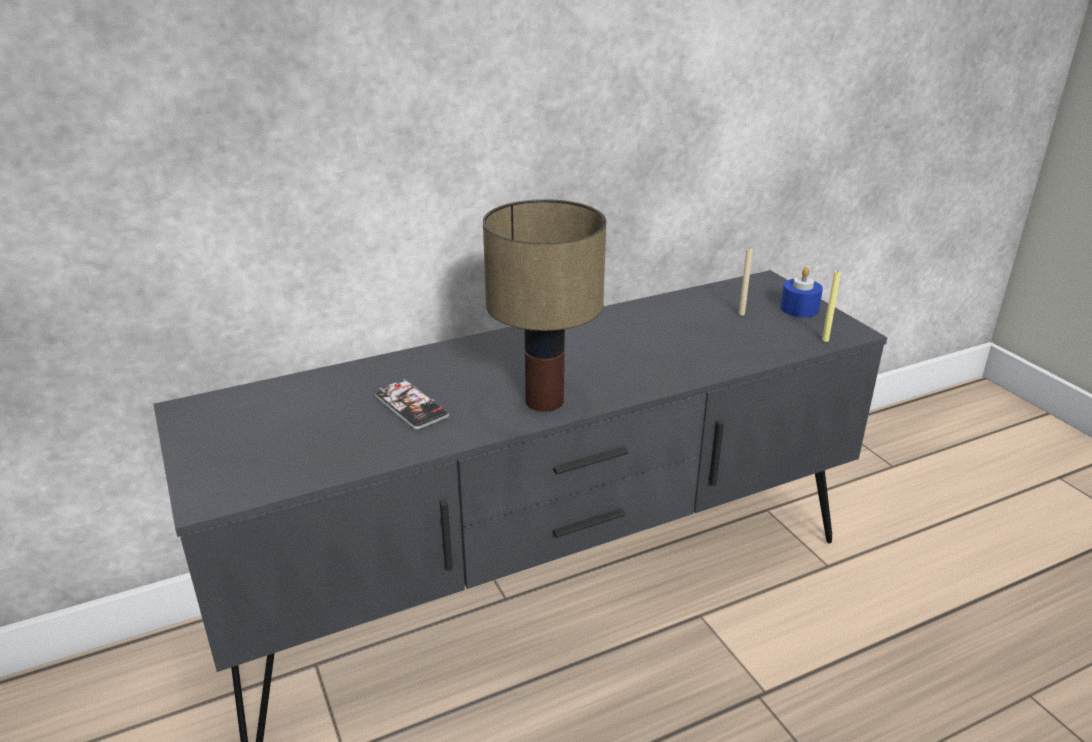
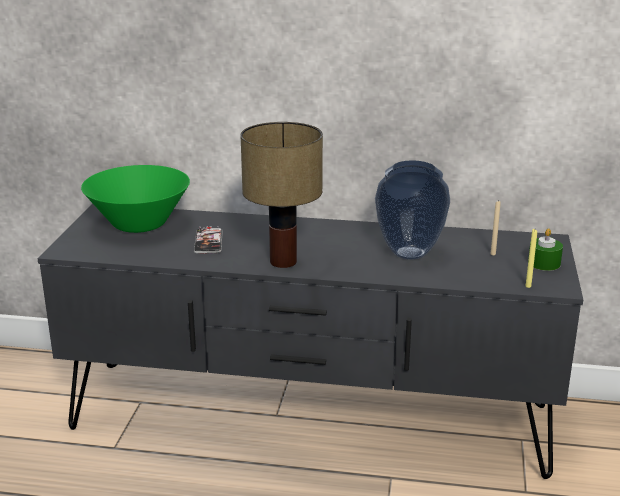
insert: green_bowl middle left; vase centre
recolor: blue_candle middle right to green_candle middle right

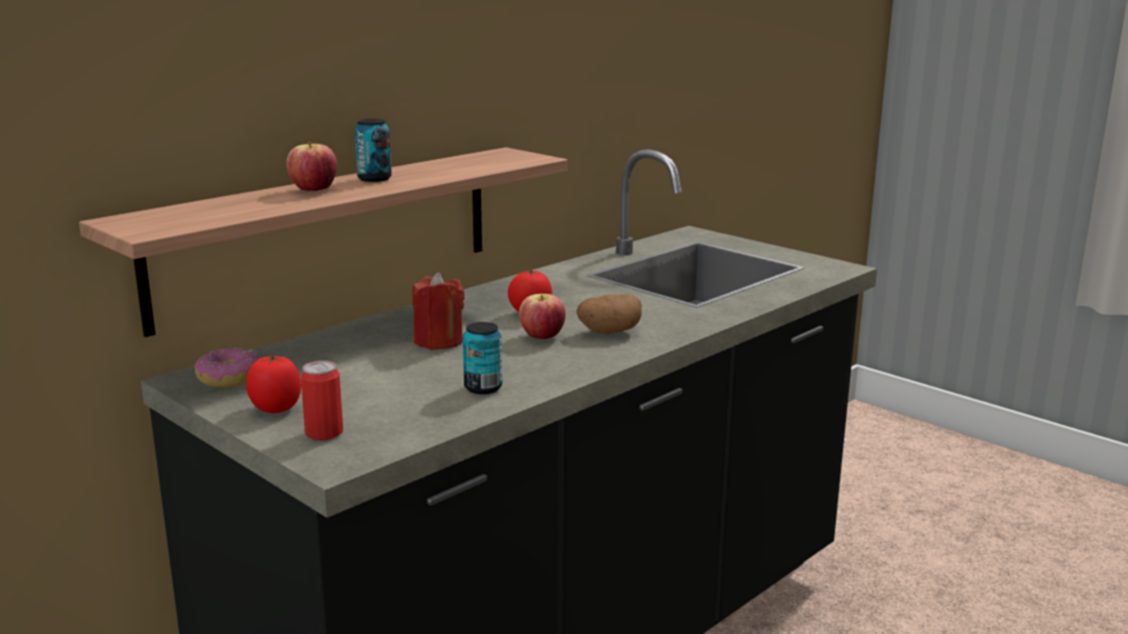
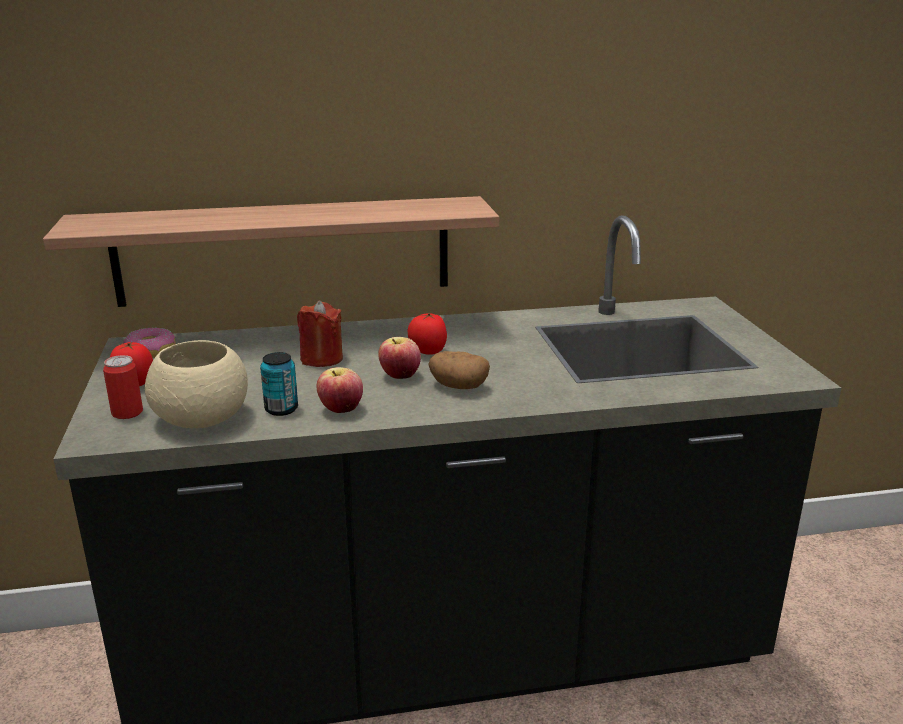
delete: can (2nd from left) top left
insert: beige_bowl middle left
move: apple (1st from left) top left to centre

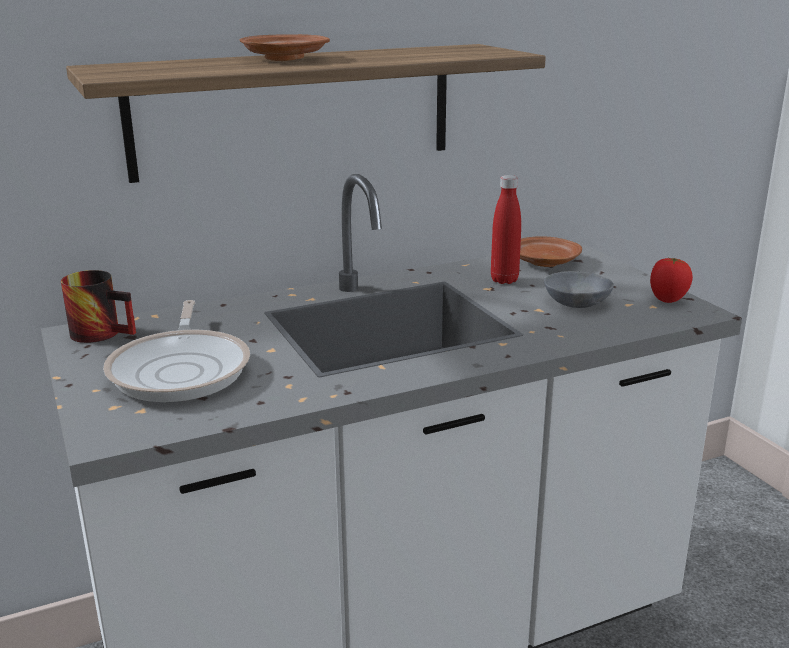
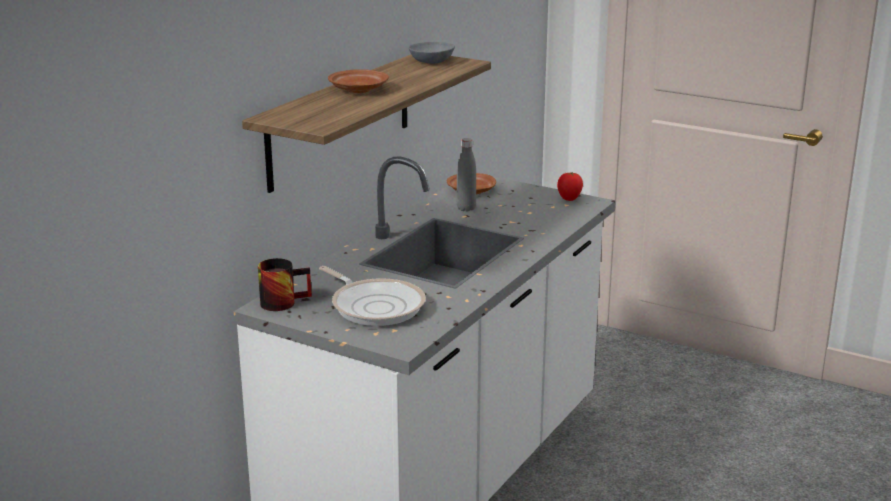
move: grey_bowl middle right to top centre
recolor: red_bottle centre to grey_bottle centre

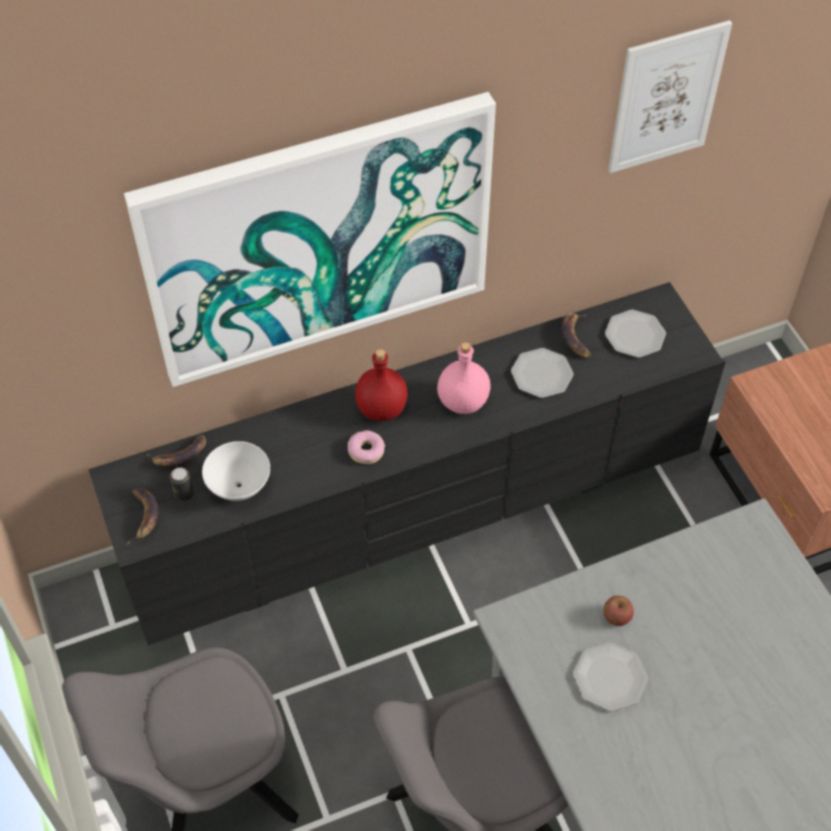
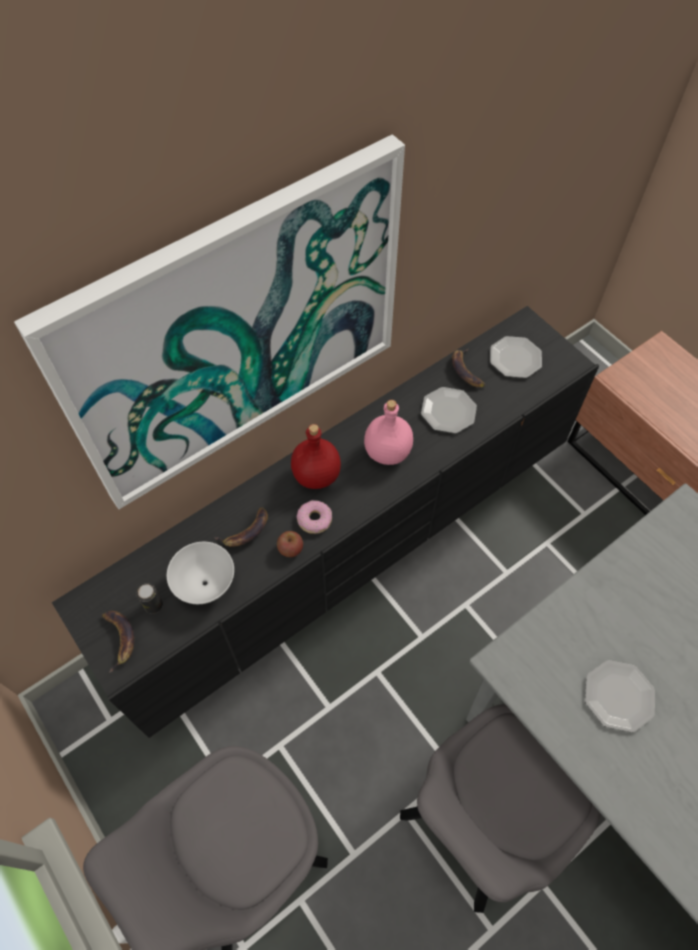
delete: picture (2nd from left) top right
move: banana (2nd from left) middle left to centre; apple bottom right to centre

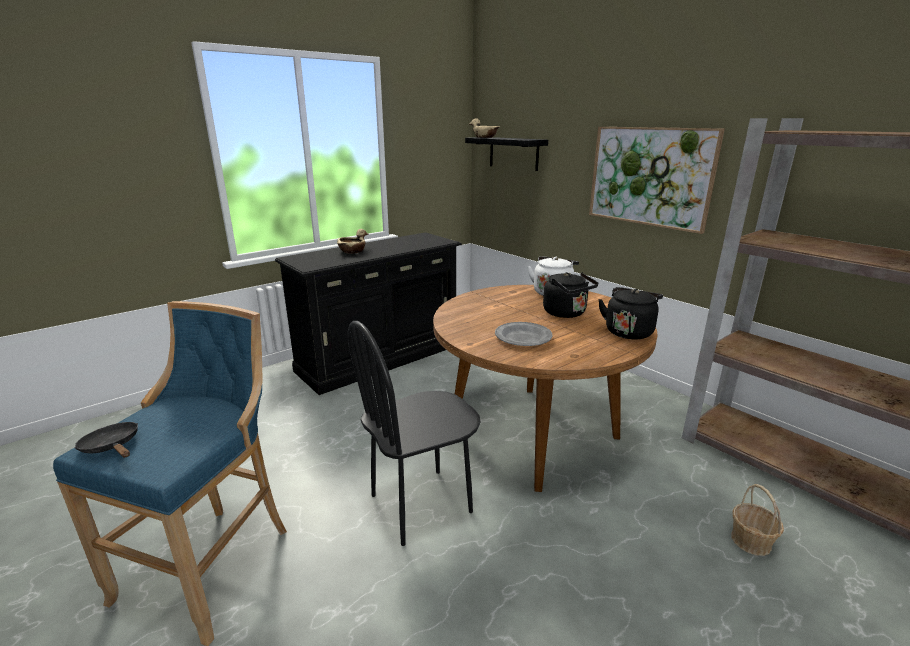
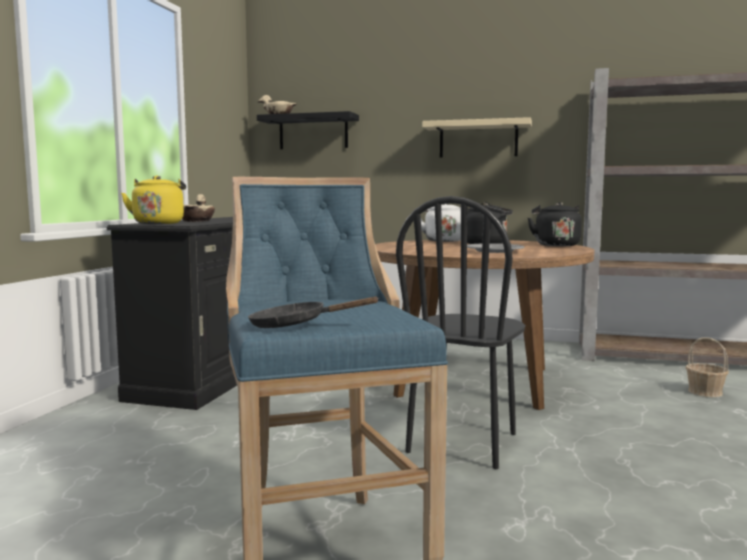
insert: yellow_kettle middle left
replace: picture top right to beige_shelf top centre

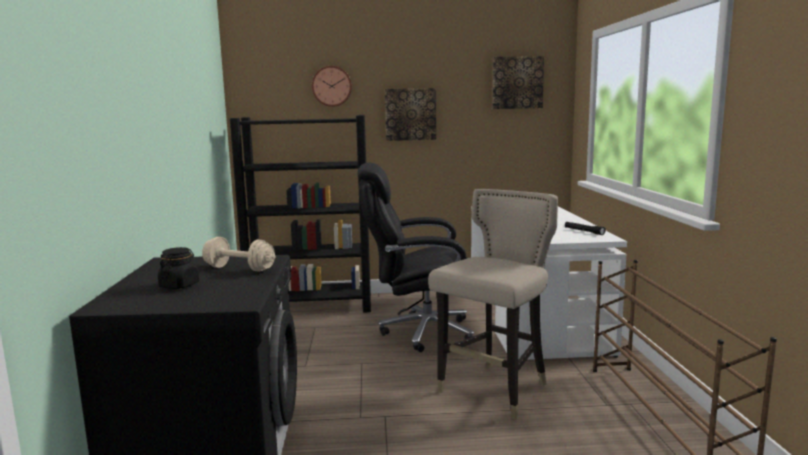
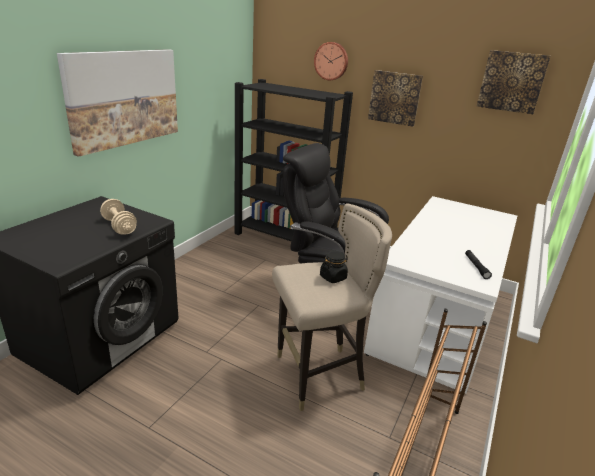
insert: picture (1st from left) top left
move: black_jar middle left to centre

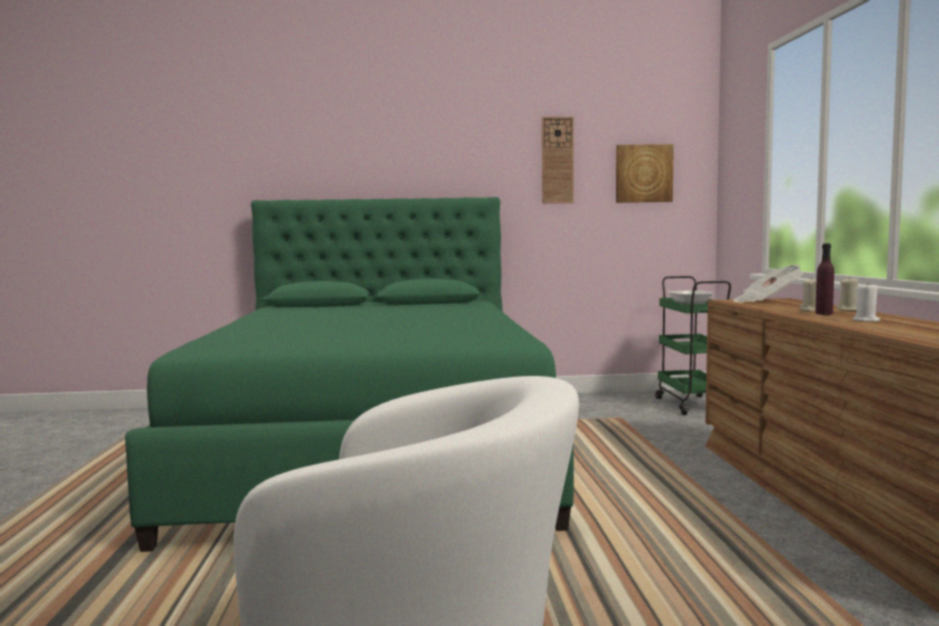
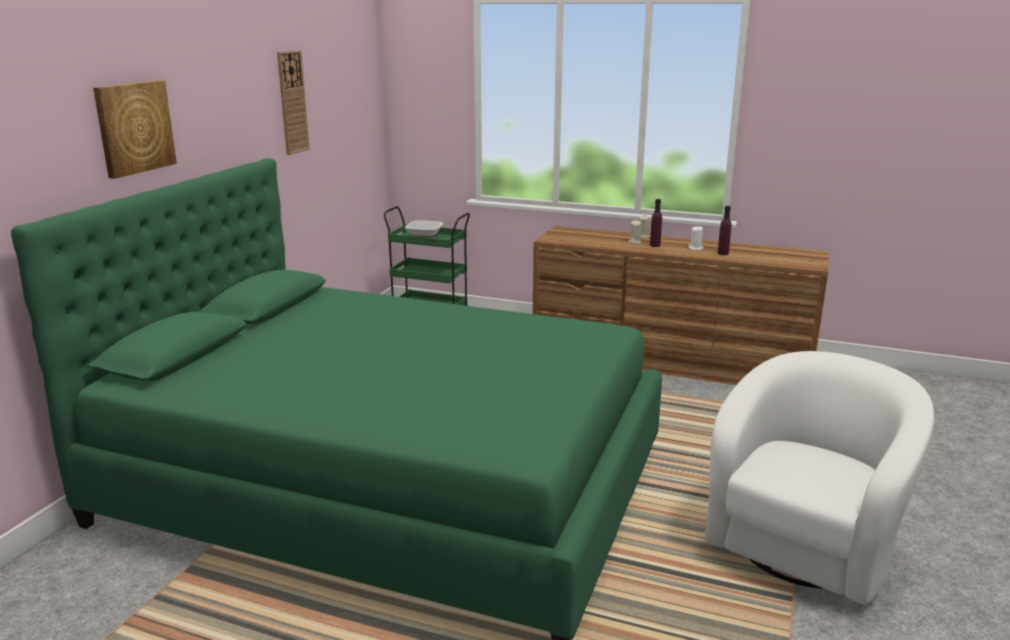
delete: newspaper middle right
insert: purple_bottle (2nd from left) middle right
move: picture top right to top left

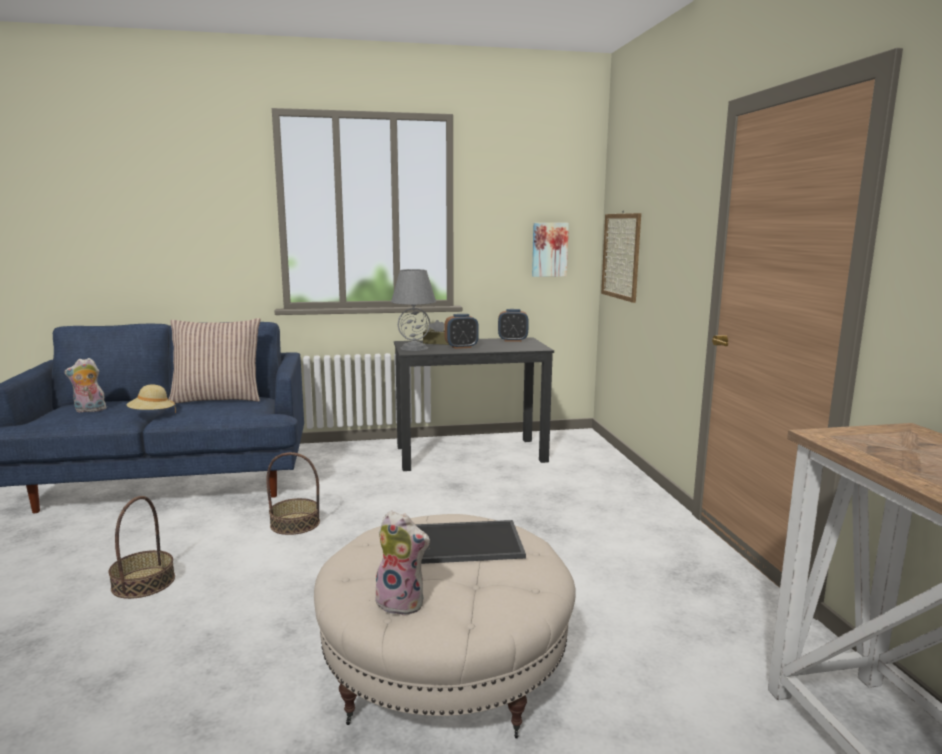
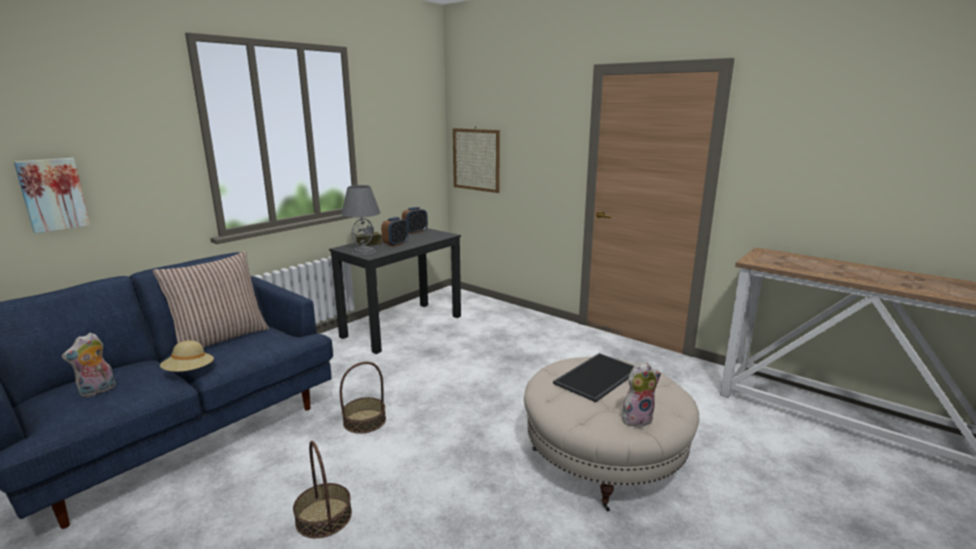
move: picture (1st from left) top centre to middle left

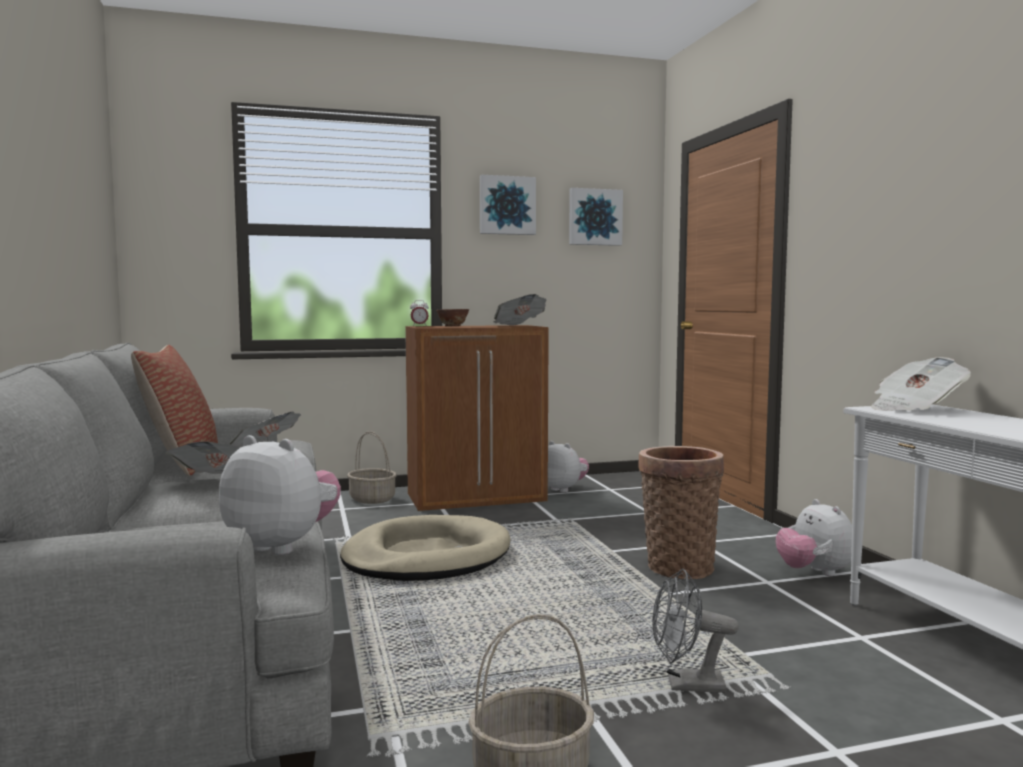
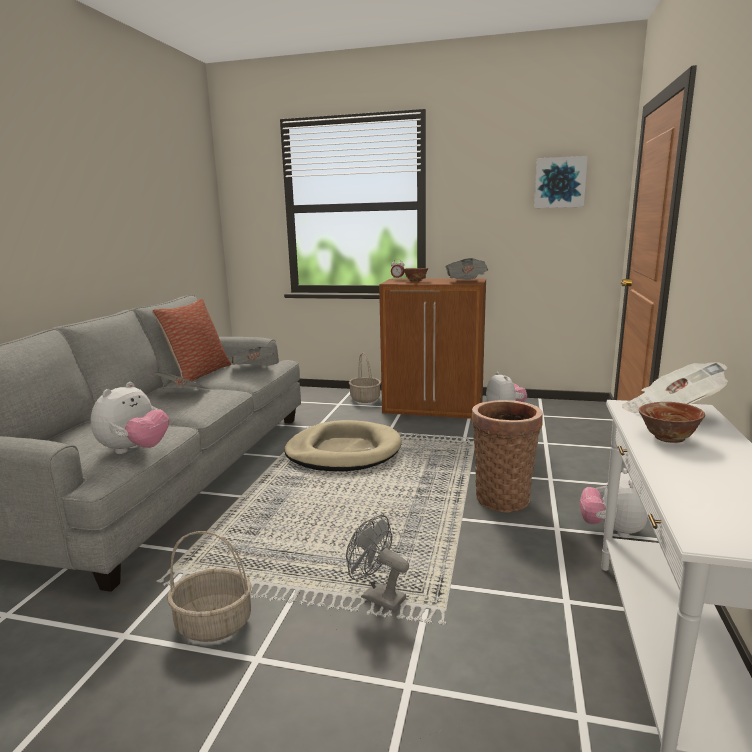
delete: picture (1st from left) top centre
insert: bowl (2nd from left) middle right
rotate: plush_toy (1st from left) middle left = middle left 60 degrees clockwise

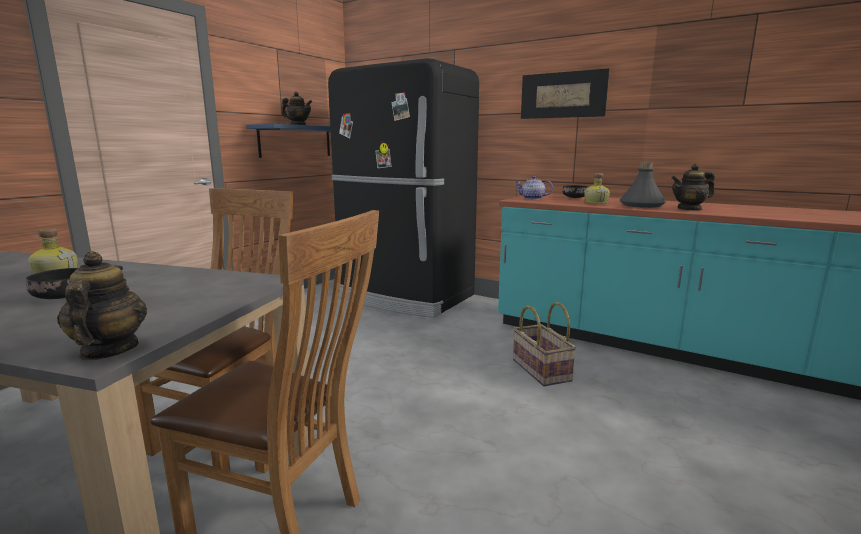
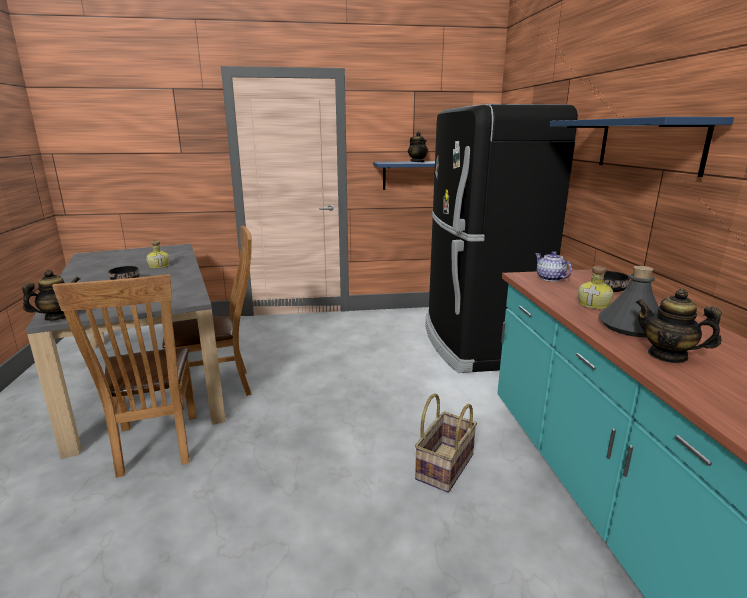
replace: picture top centre to blue_shelf (2nd from left) top right

